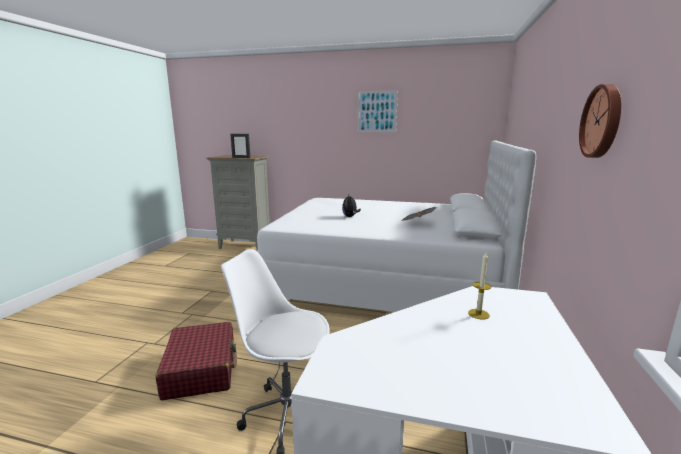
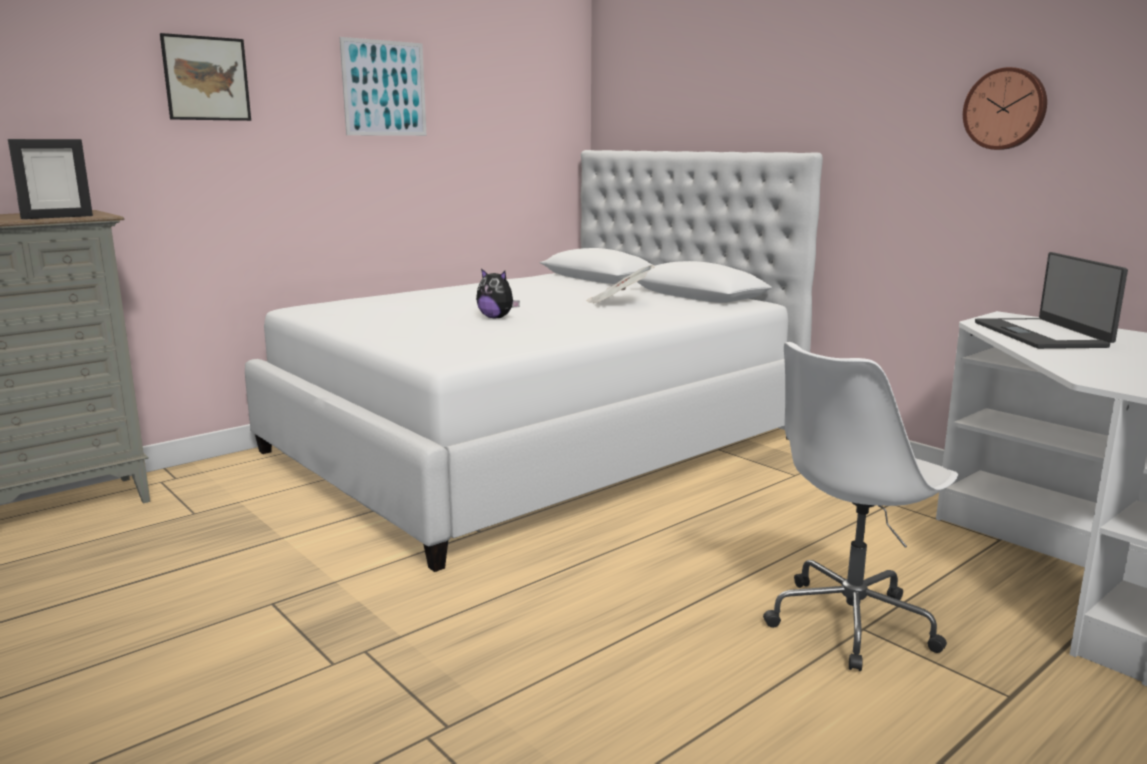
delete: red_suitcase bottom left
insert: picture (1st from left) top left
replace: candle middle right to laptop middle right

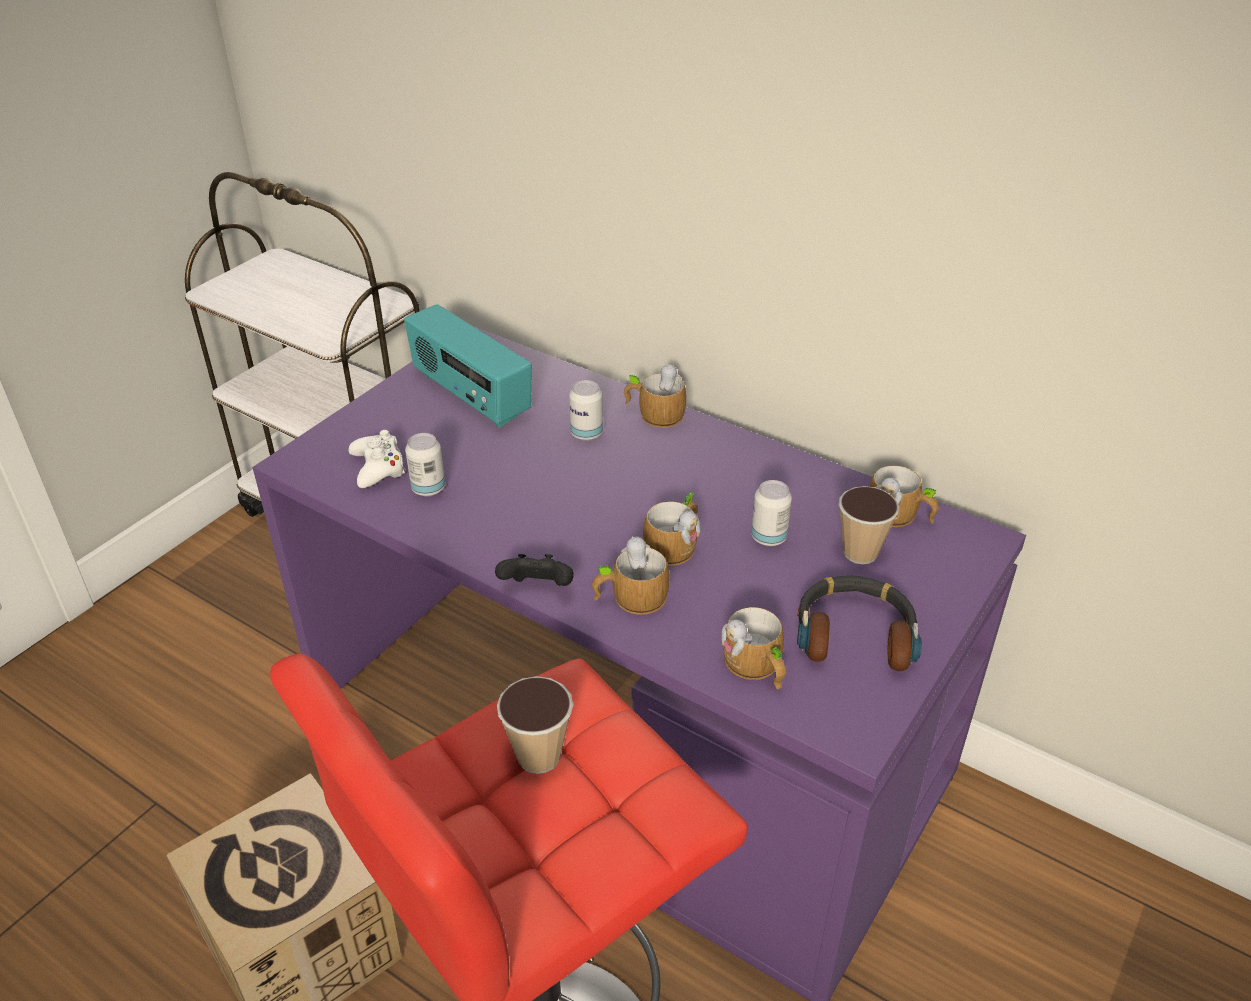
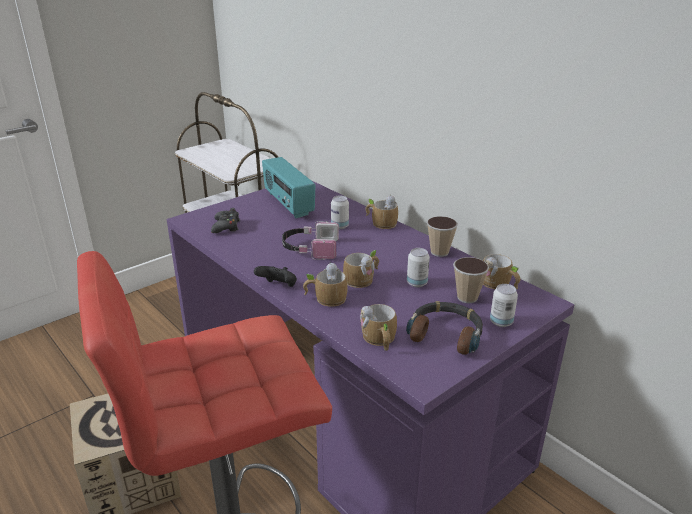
insert: headphones (1st from left) centre
move: can (1st from left in the first image) centre to can (3rd from left) middle right; cup (1st from left) bottom centre to centre
recolor: white_game_controller middle left to black_game_controller (1st from left) middle left

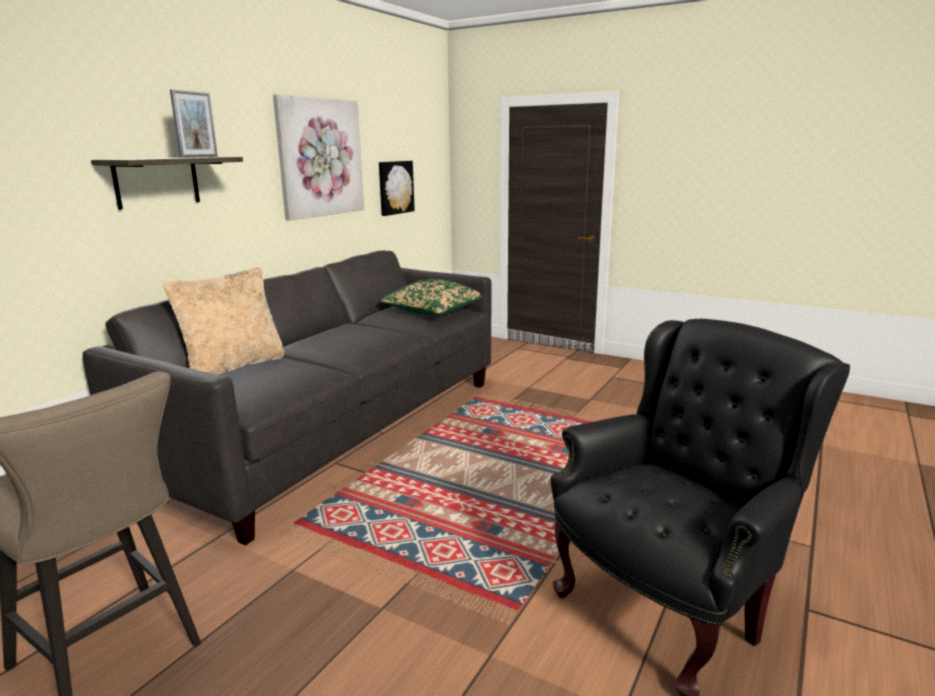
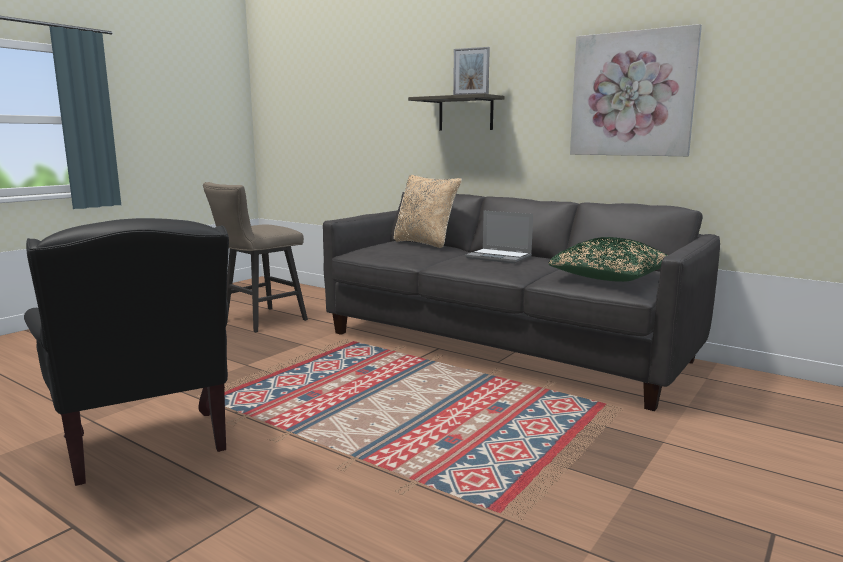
delete: picture (2nd from left) top centre
insert: laptop centre

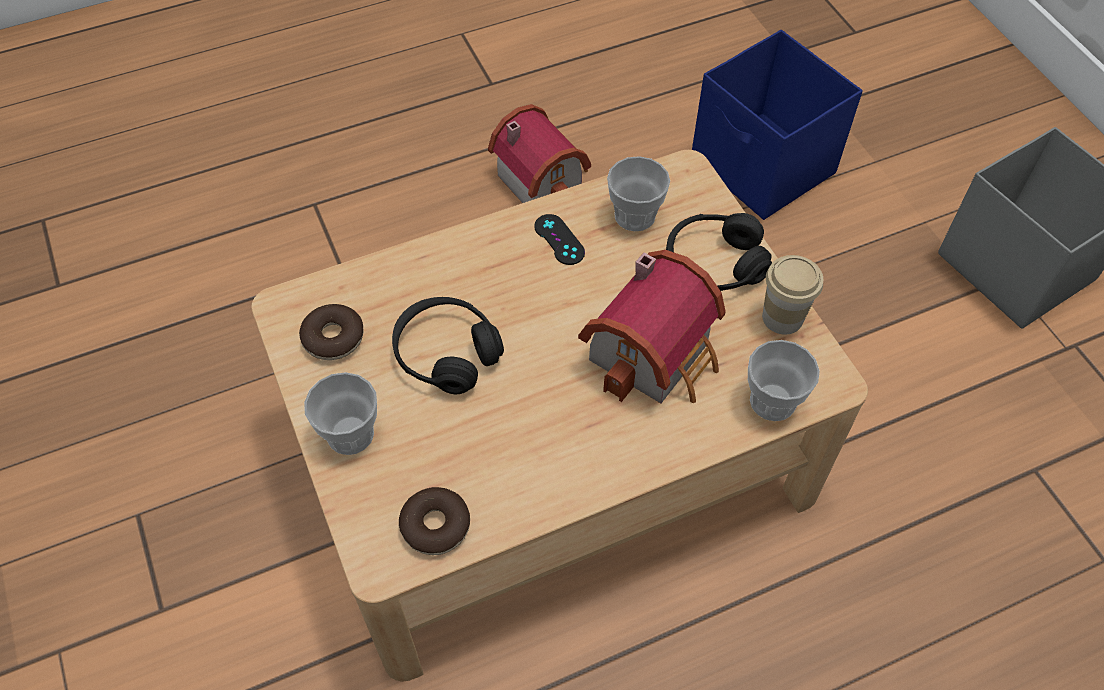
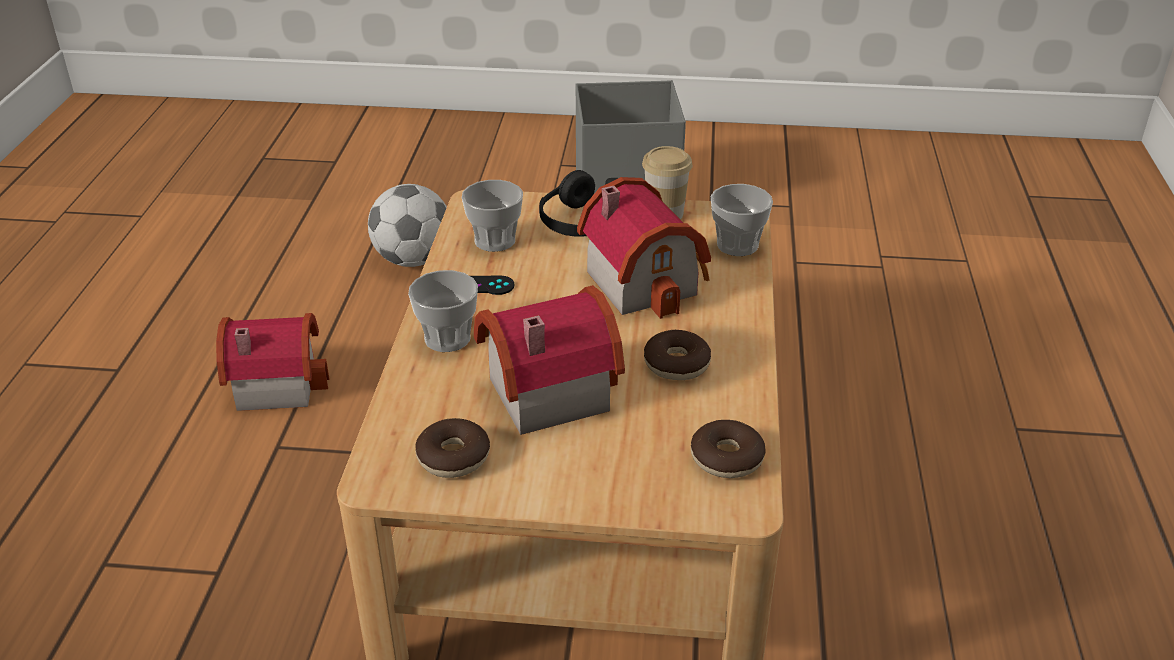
insert: donut (2nd from left) centre
move: cup (1st from left) middle left to centre
replace: black_headphones (1st from left) centre to toy_house (2nd from left) centre; blue_storage_box top right to football centre

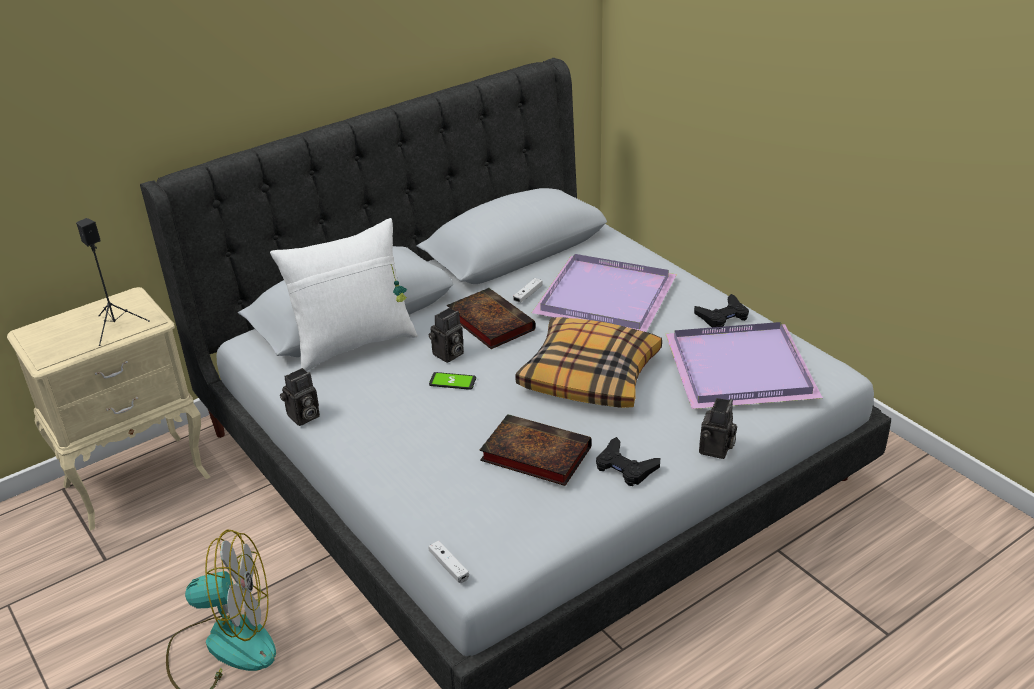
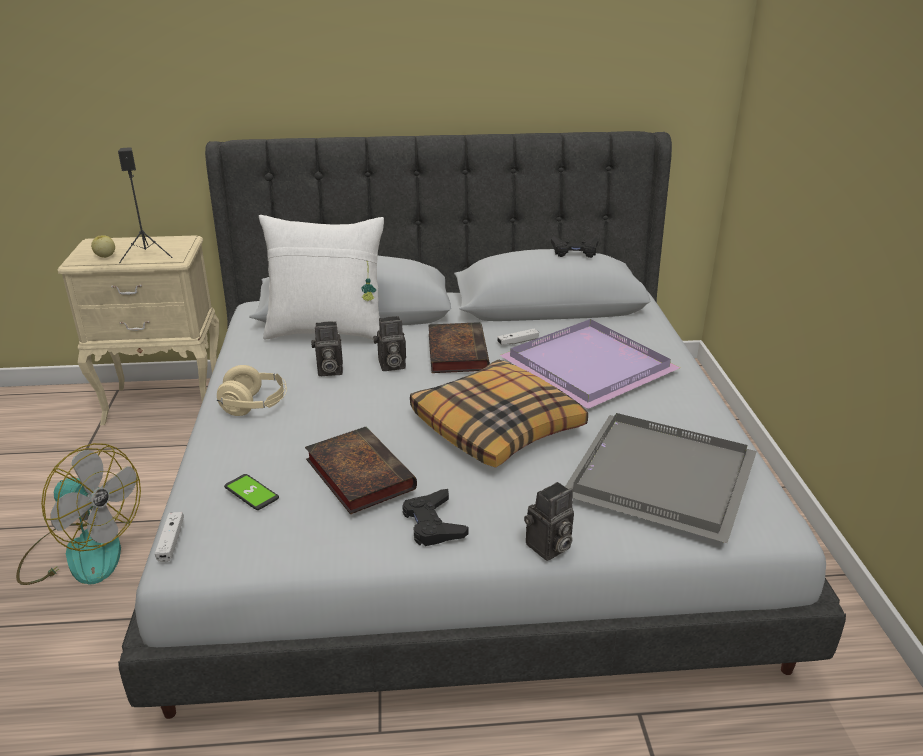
insert: apple top left; beige_headphones middle left
move: photo_camera (1st from left) middle left to centre; phone centre to middle left; black_game_controller (2nd from left) middle right to top centre
recolor: purple_tray (2nd from left) middle right to grey_tray middle right

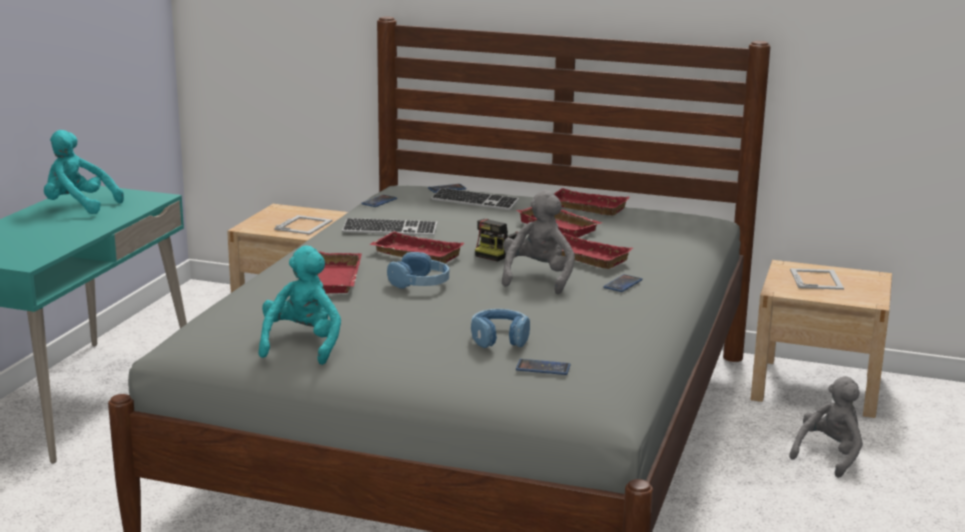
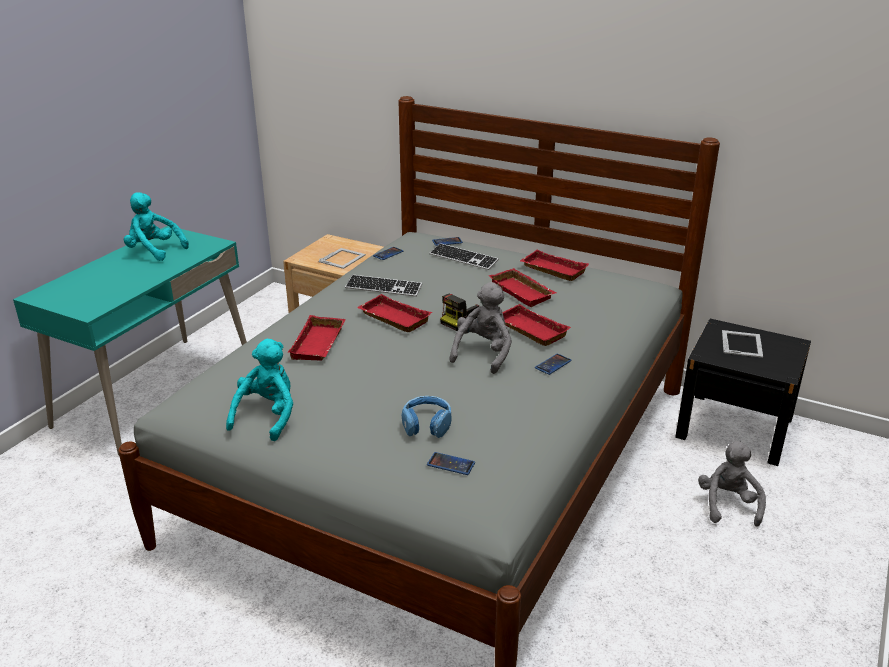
delete: blue_headphones (1st from left) centre
recolor: beige_nightstand (2nd from left) middle right to black_nightstand middle right
rotate: grey_plush_toy (2nd from left) bottom right = bottom right 45 degrees counterclockwise

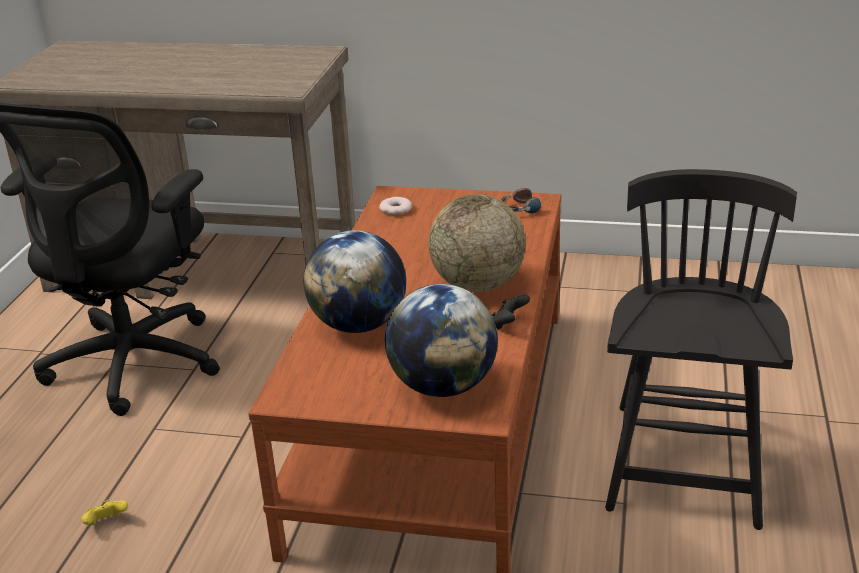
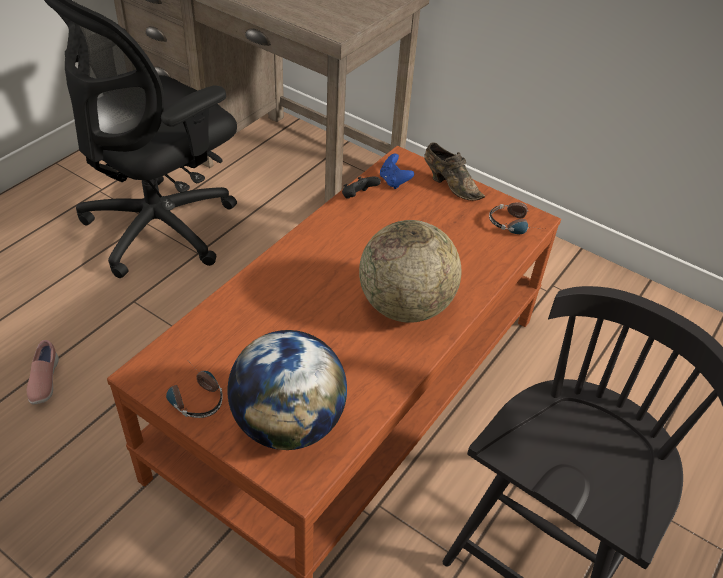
delete: globe (1st from left) centre
insert: headphones (1st from left) bottom left; brown_shoe top centre
move: black_game_controller centre to top centre
replace: yellow_game_controller bottom left to pink_shoe middle left; donut centre to blue_game_controller top centre

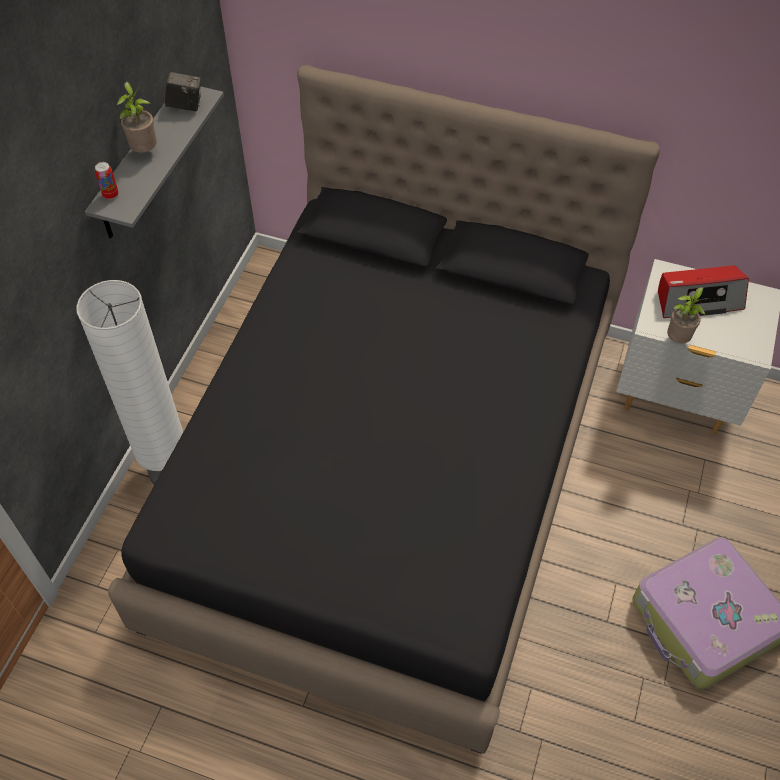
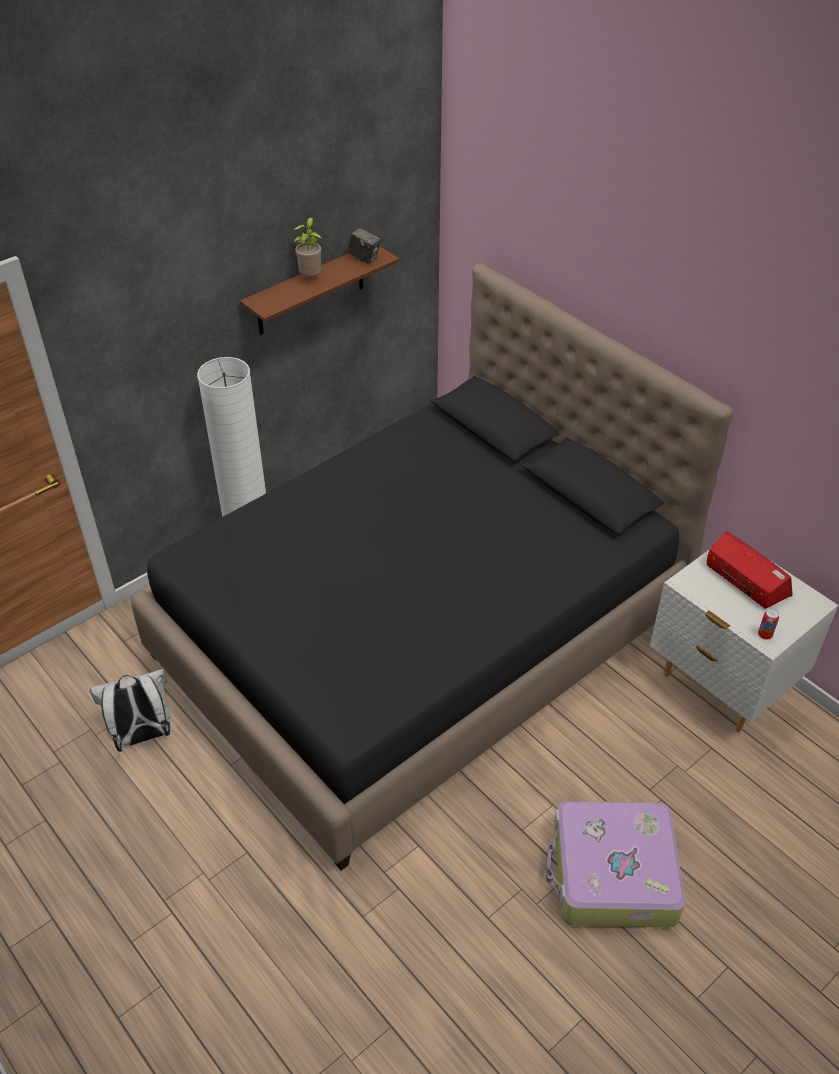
delete: potted_plant (2nd from left) middle right
insert: white_backpack middle left
move: can top left to middle right
recolor: grey_shelf top left to brown_shelf top centre
rotate: radio middle right = middle right 150 degrees counterclockwise

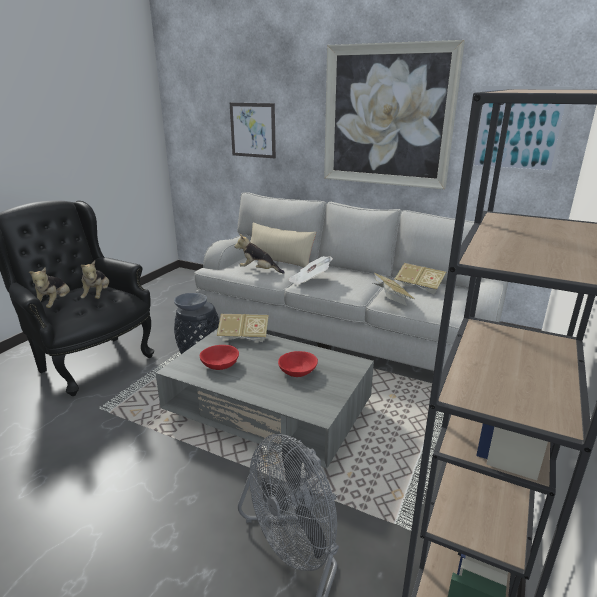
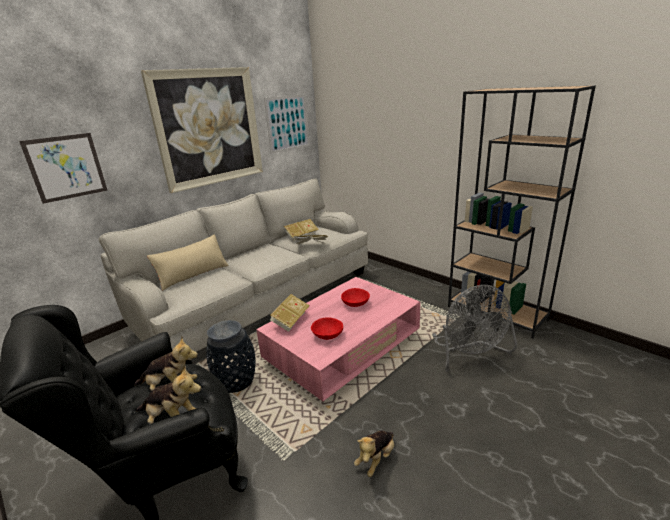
delete: newspaper centre
move: plush_toy (3rd from left) centre to bottom centre
recolor: grey_coffee_table bottom centre to pink_coffee_table centre

